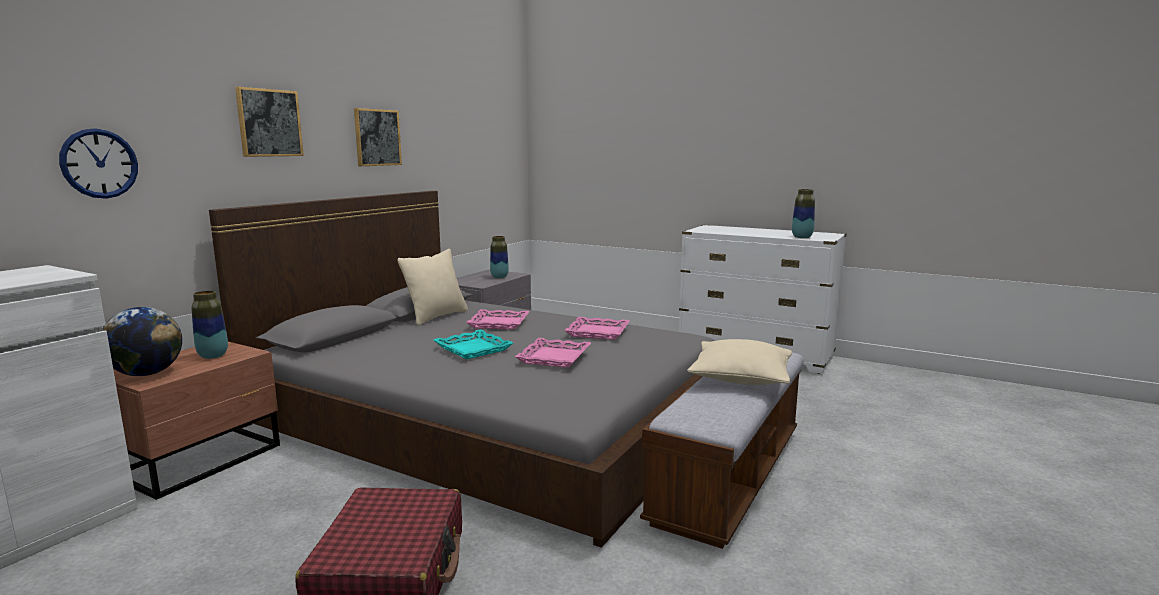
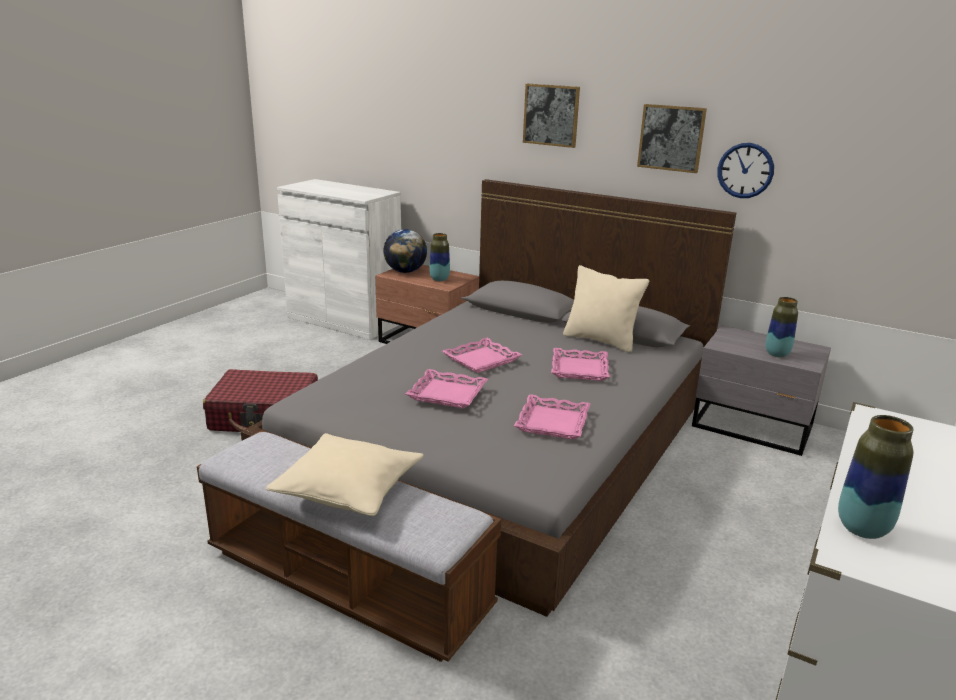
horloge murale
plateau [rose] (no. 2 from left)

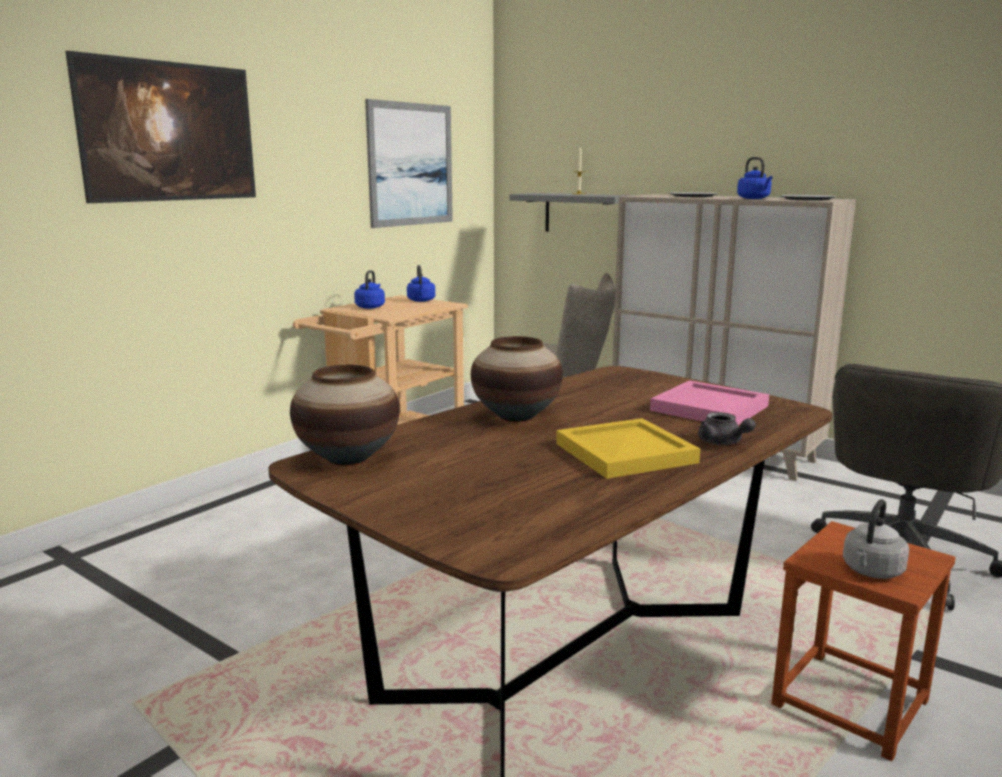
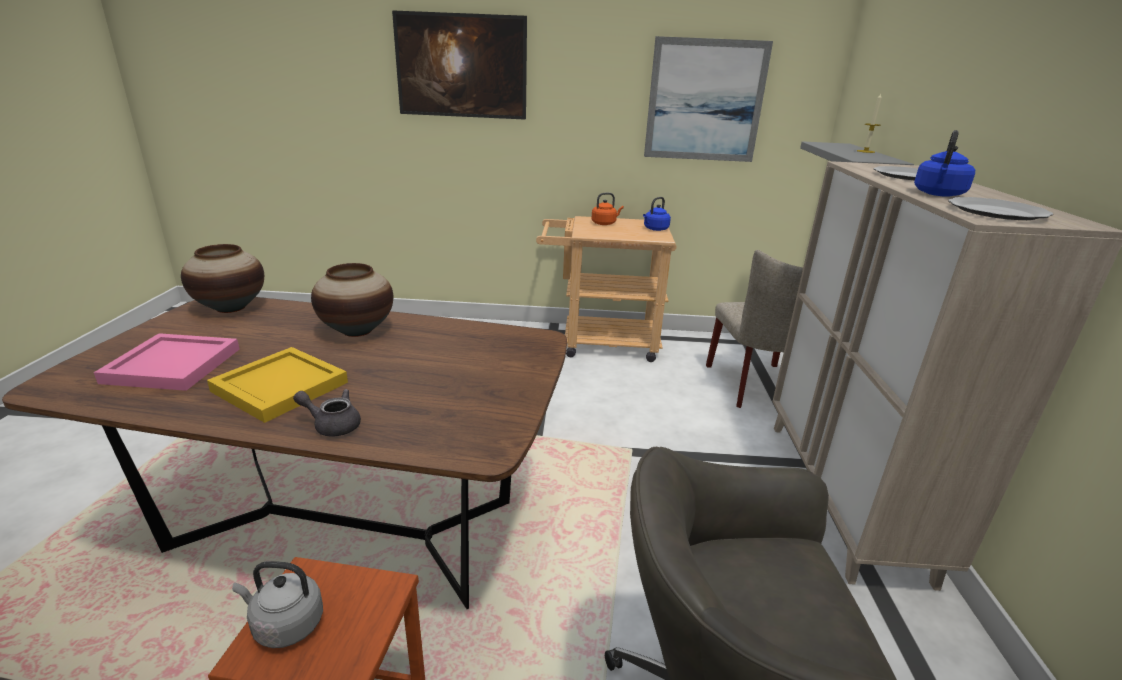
bouilloire [orange]
plateau [rose]
théière [gris]

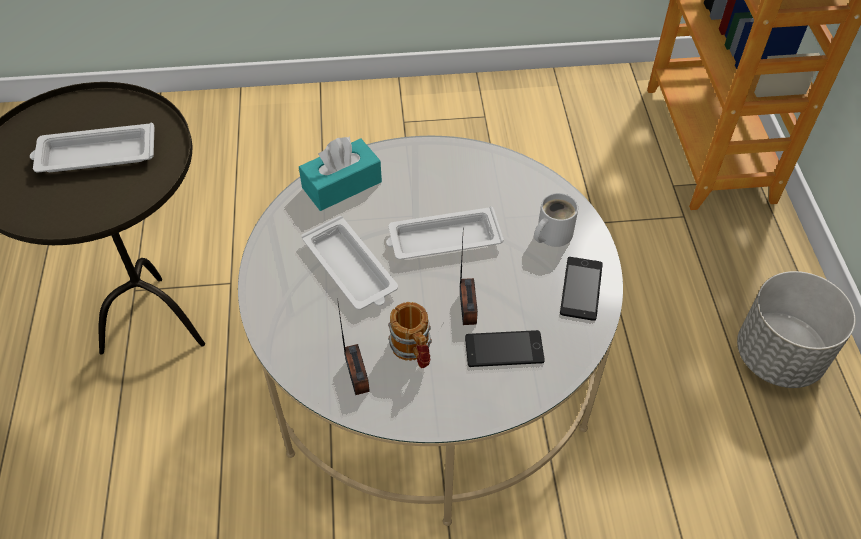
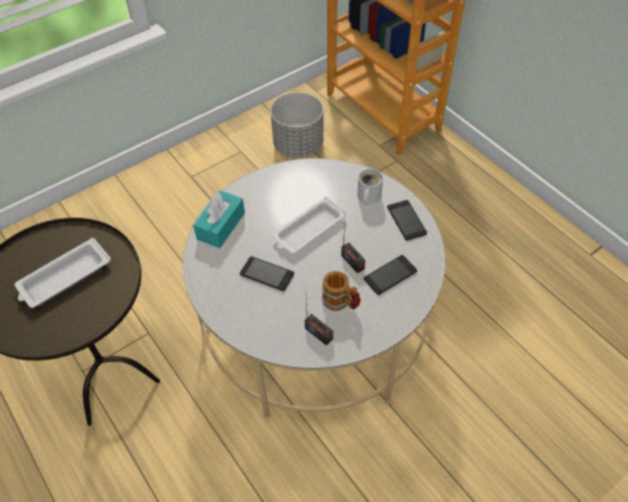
téléphone (no. 1 from left)
cache-pot [gris]

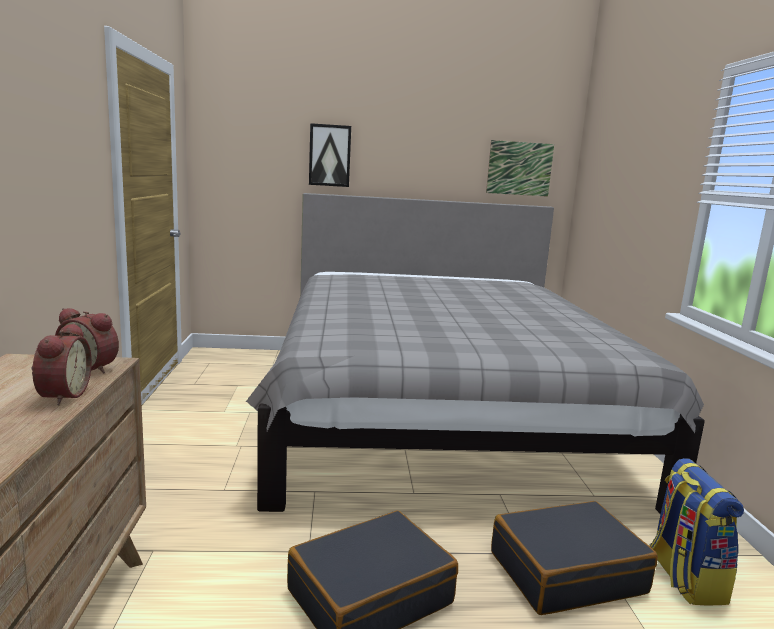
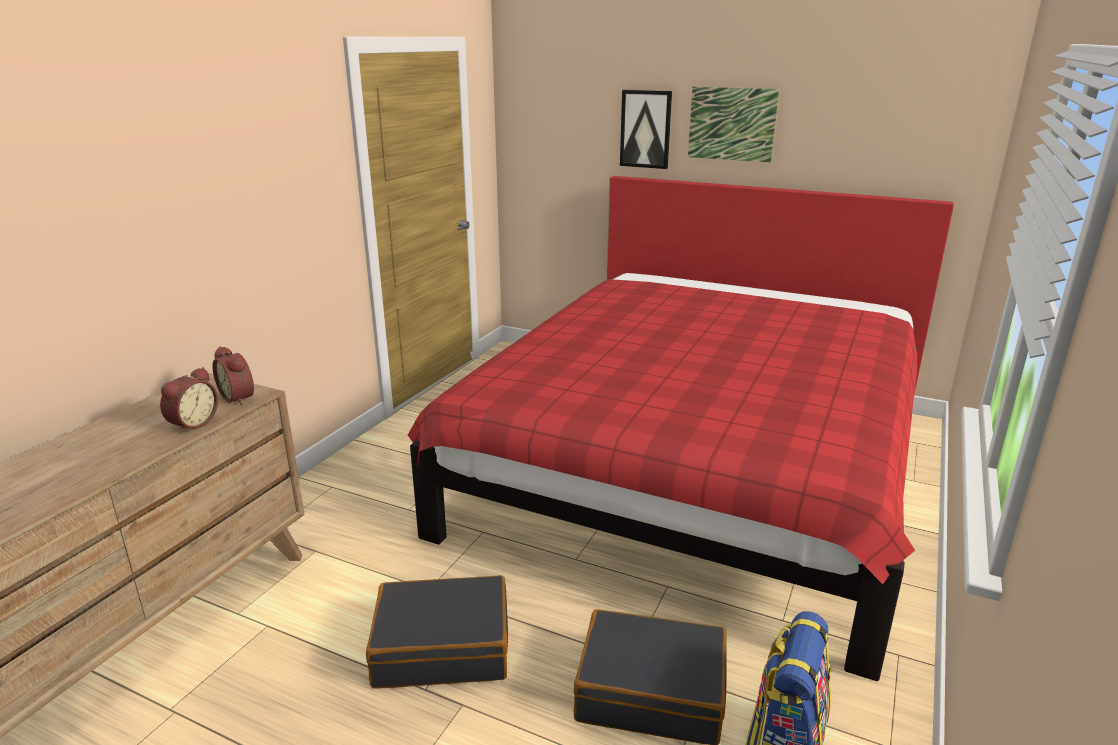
lit [rouge]
tableau (no. 2 from left)

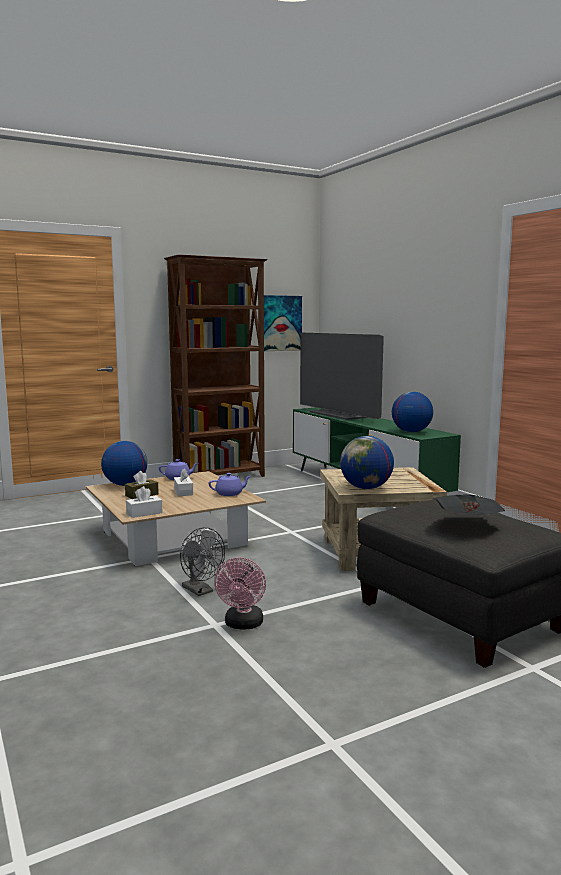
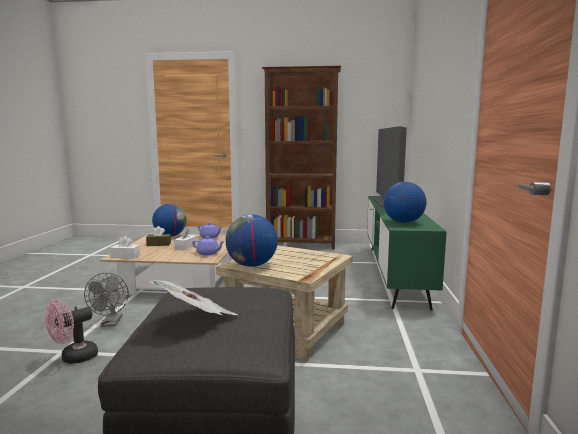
tableau

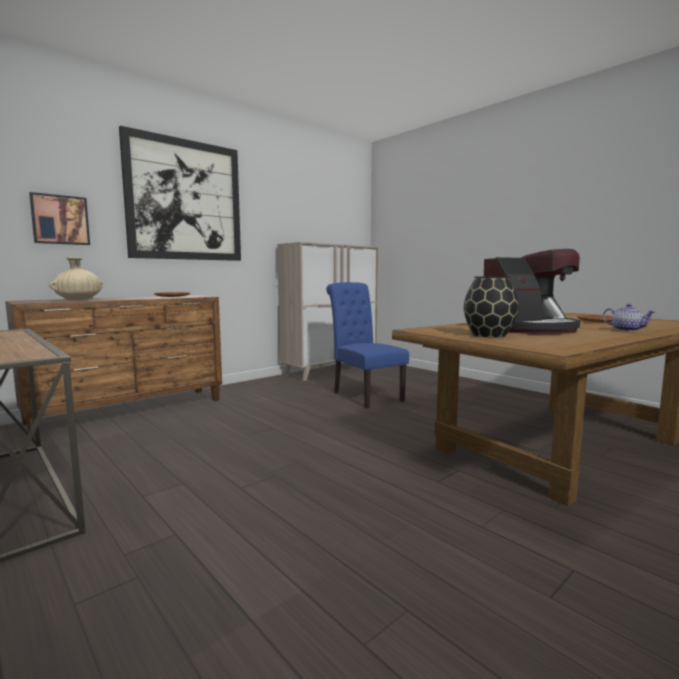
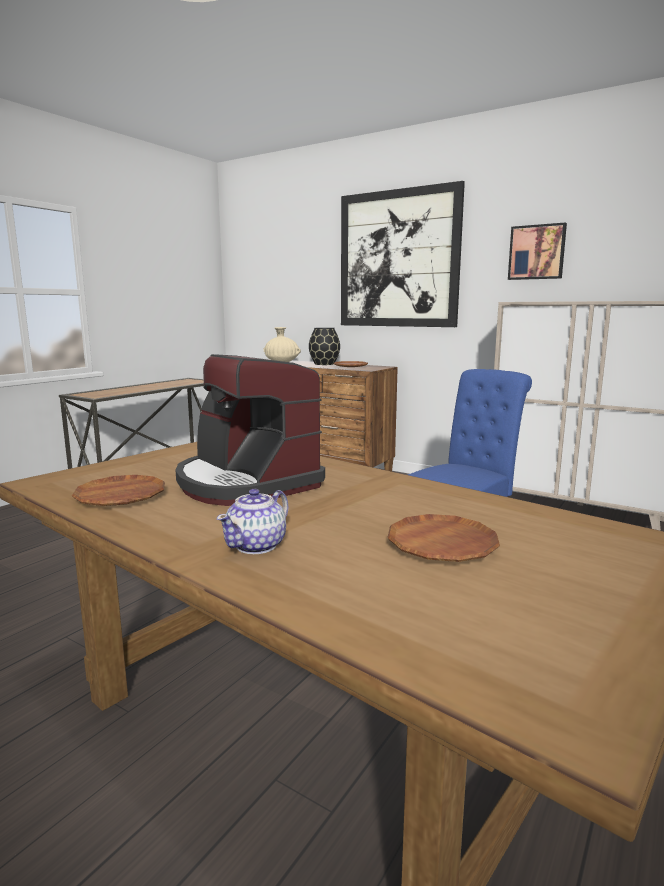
tableau (no. 2 from left)
vase [noir]
assiette [marron] (no. 1 from left)

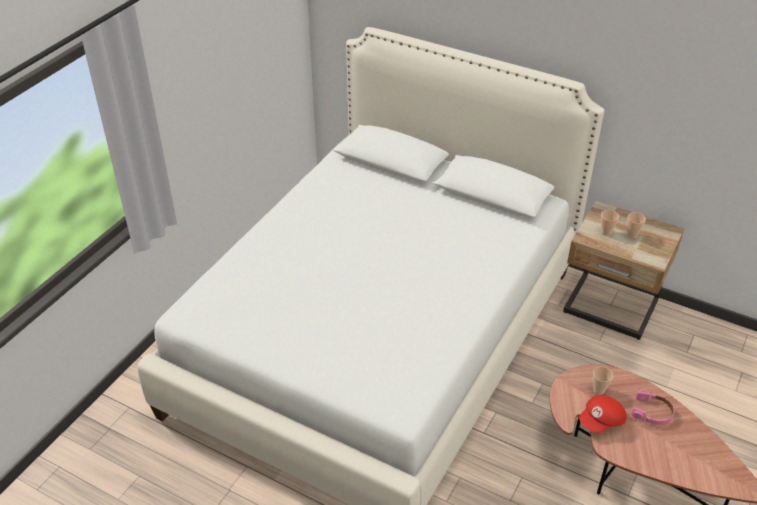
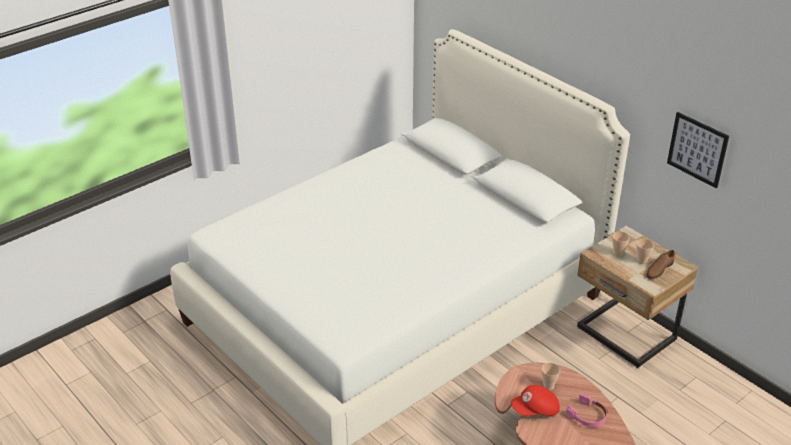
chaussure [marron]
tableau

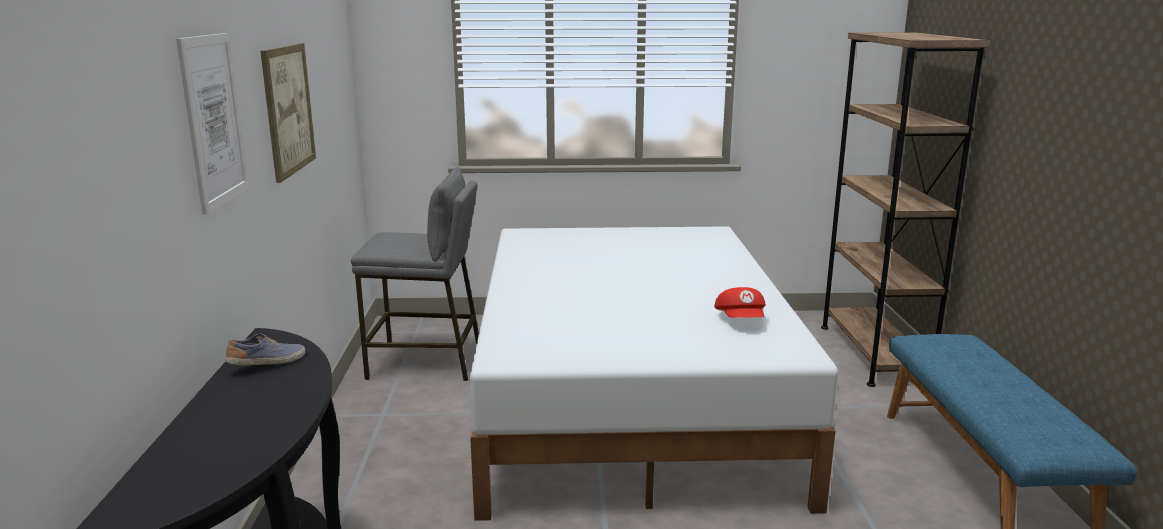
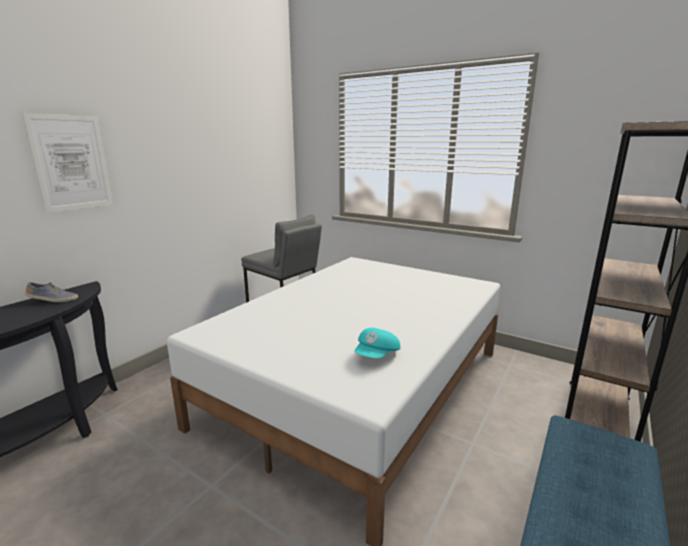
tableau (no. 2 from left in the first image)
casquette [turquoise]

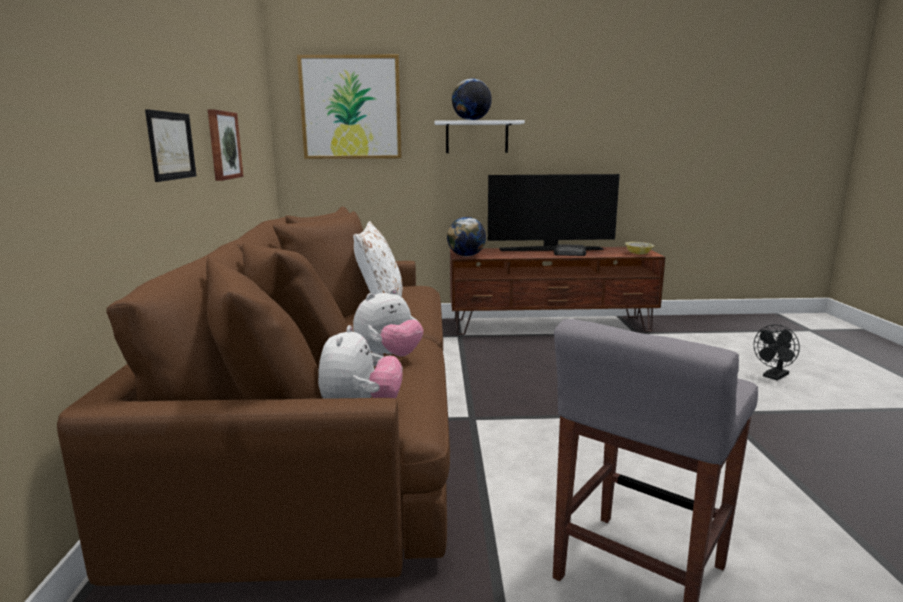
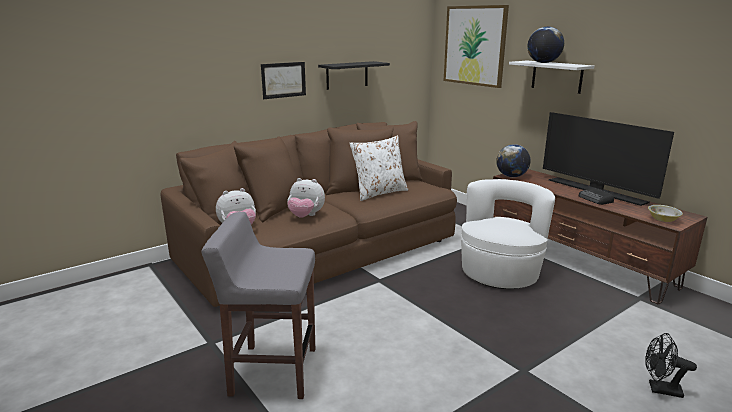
étagère [noir]
fauteuil [blanc]

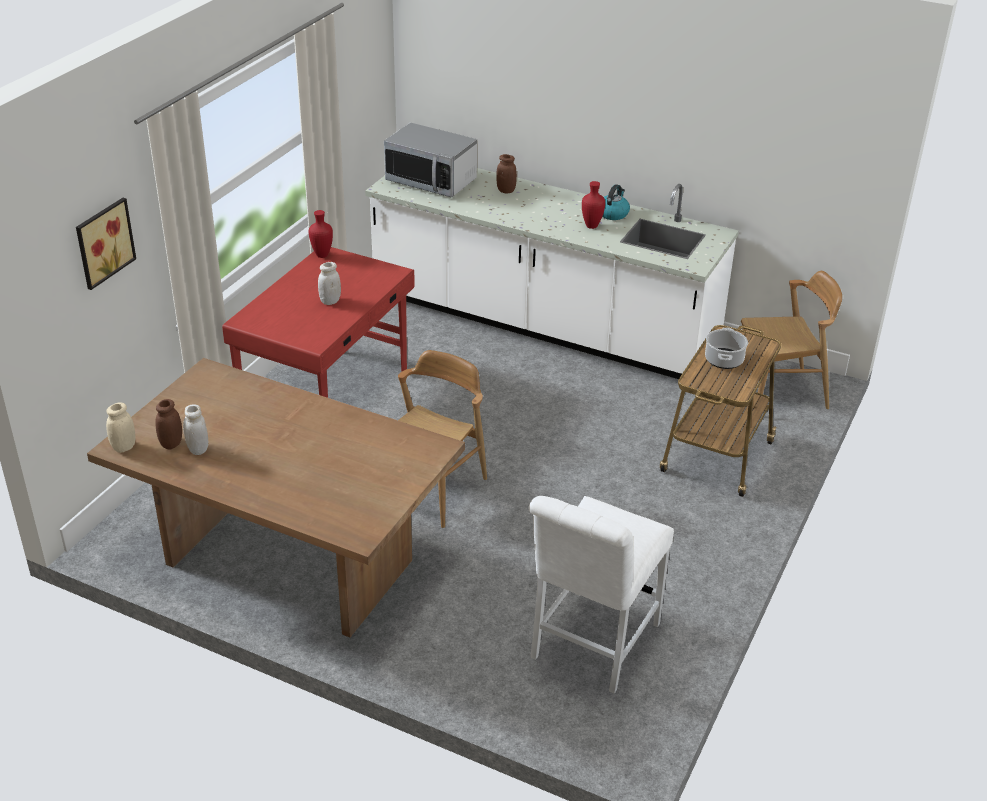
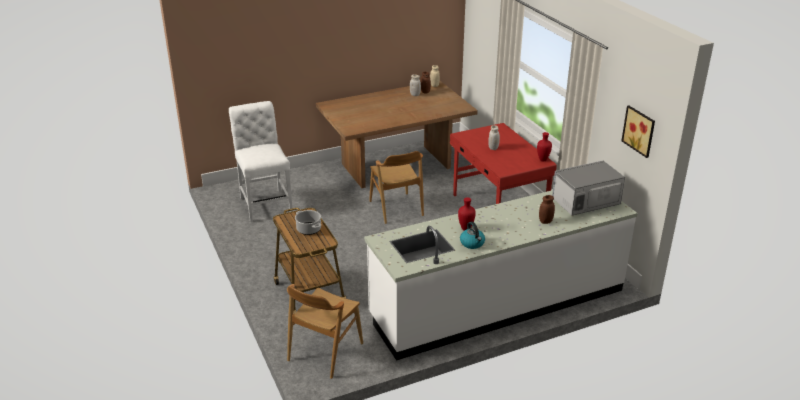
tableau

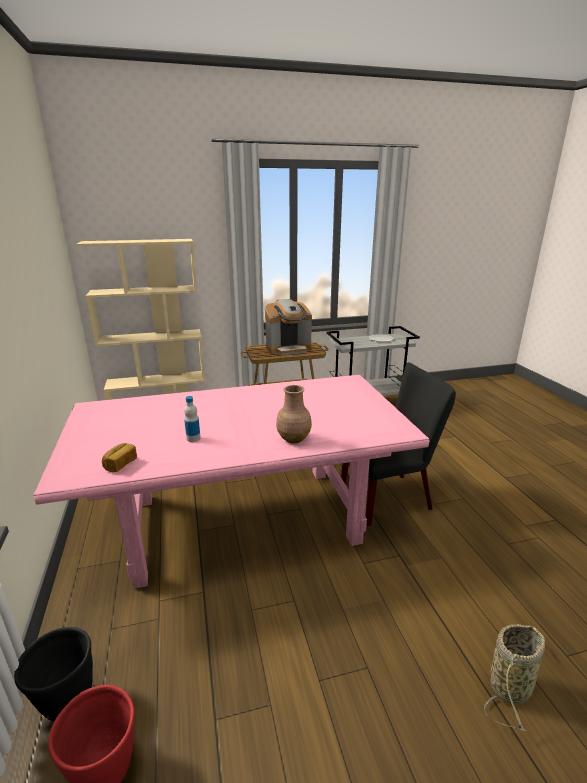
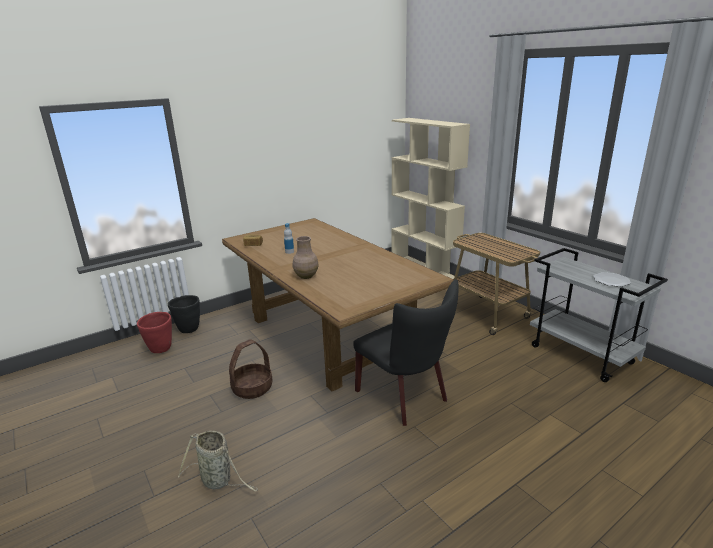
table à manger [marron]
machine à café
panier (no. 2 from left)

